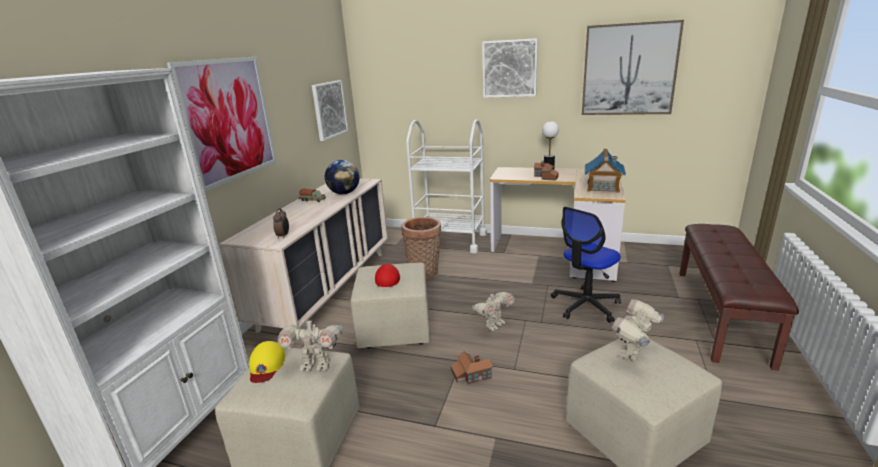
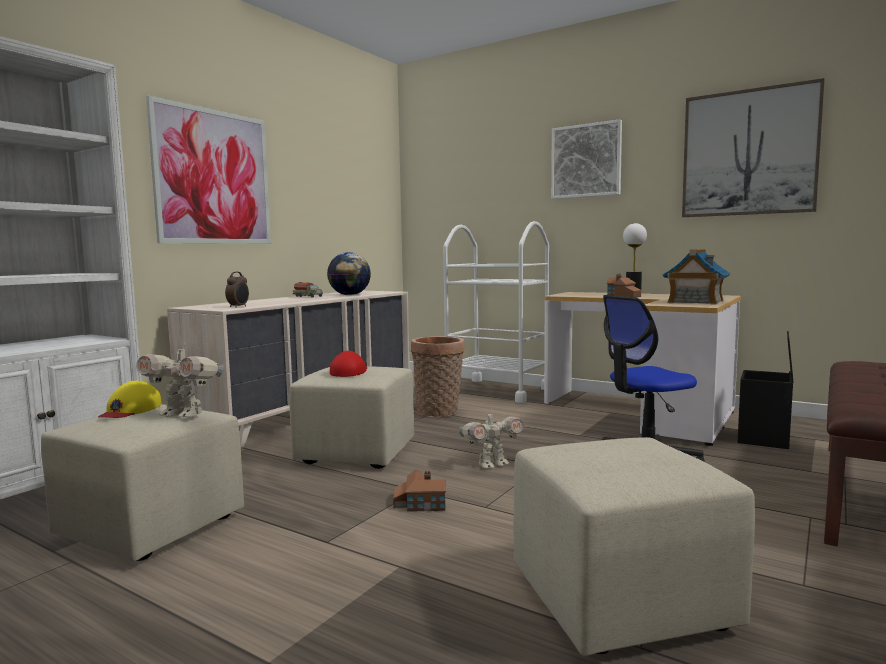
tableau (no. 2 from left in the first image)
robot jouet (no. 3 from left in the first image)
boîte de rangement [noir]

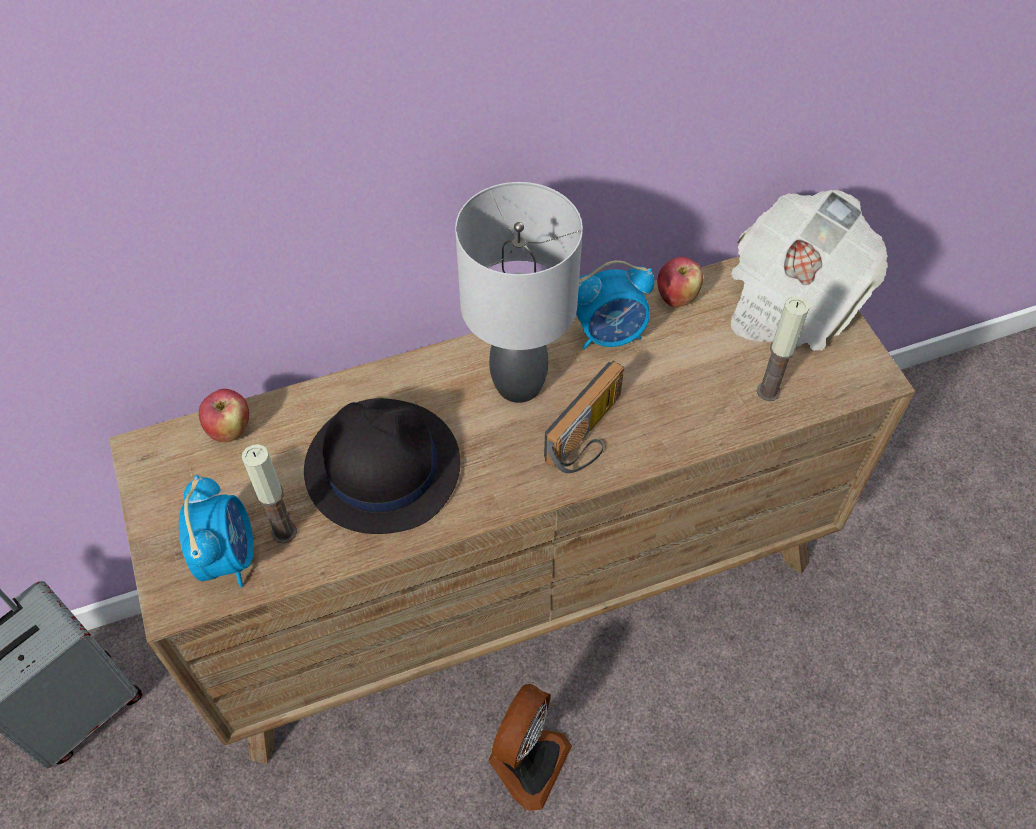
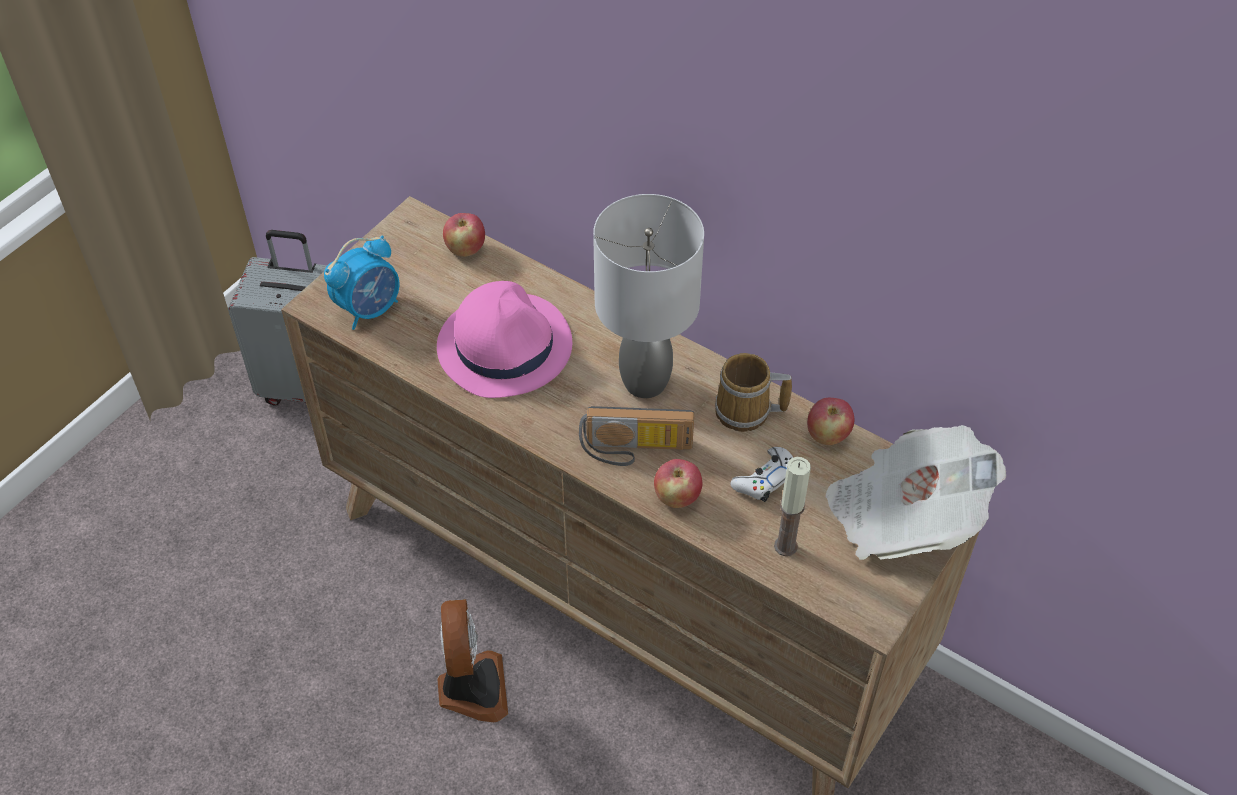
bougie (no. 1 from left in the first image)
chapeau [rose]
ventilateur
mug
pomme (no. 2 from left)
manette [blanc]

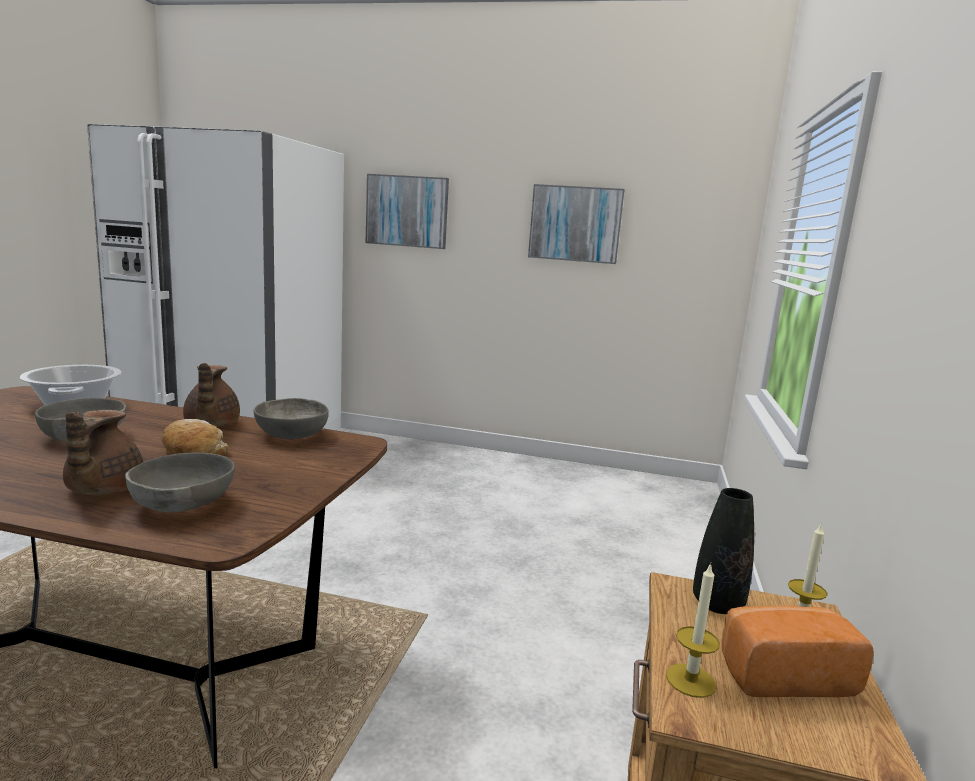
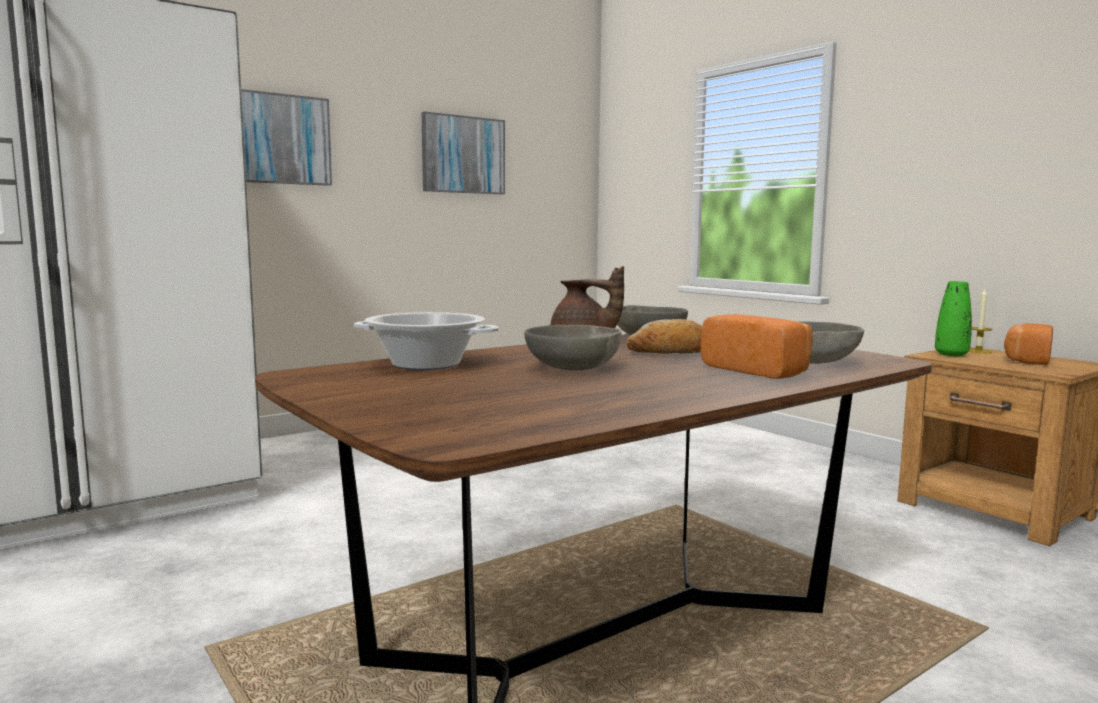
pain (no. 2 from left)
bougie (no. 1 from left in the first image)
vase [vert]

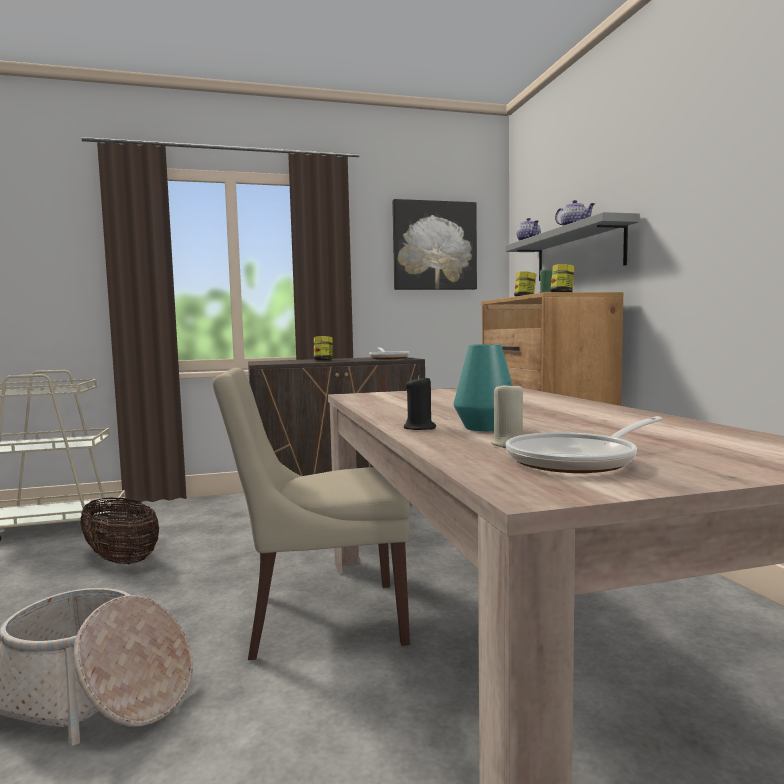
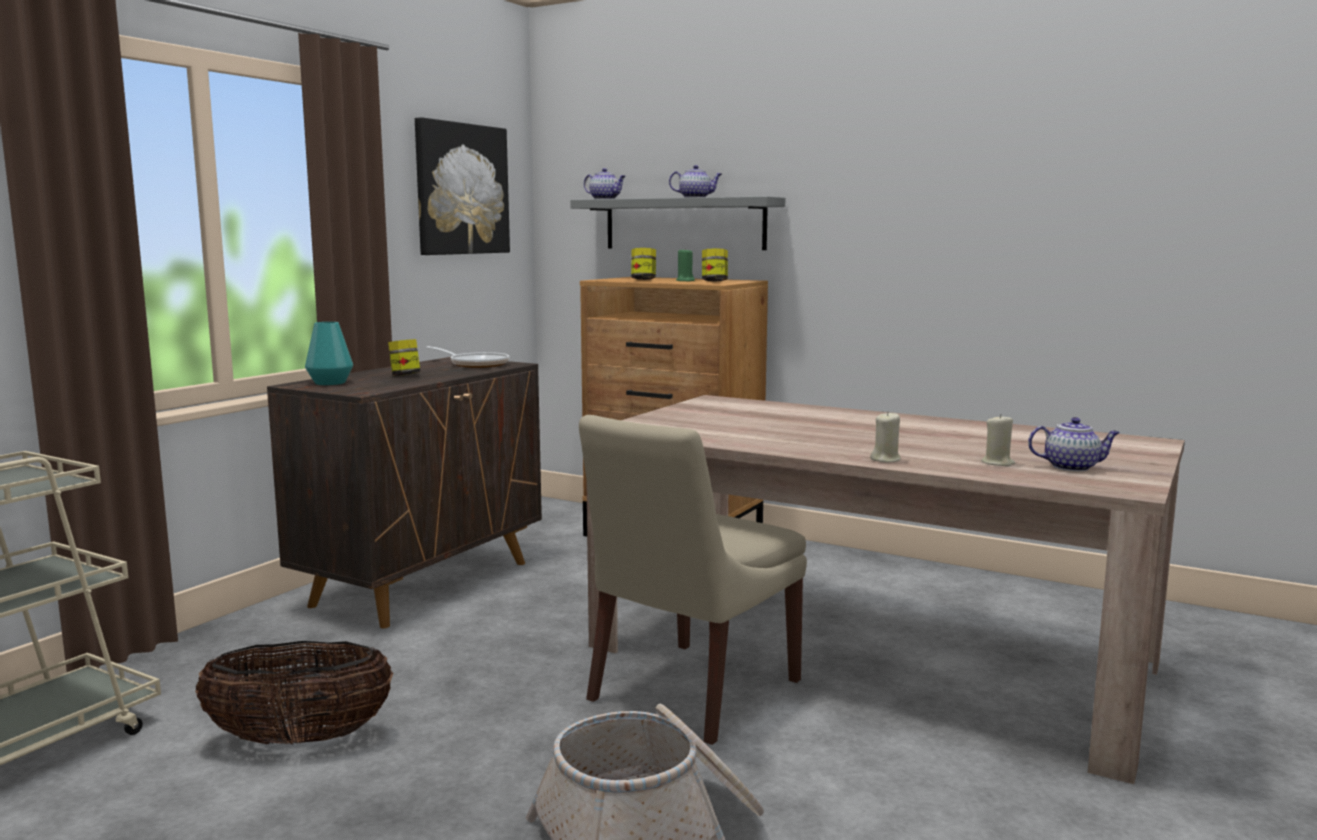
bougie [beige] (no. 1 from left)
vase [turquoise]
théière (no. 3 from left)

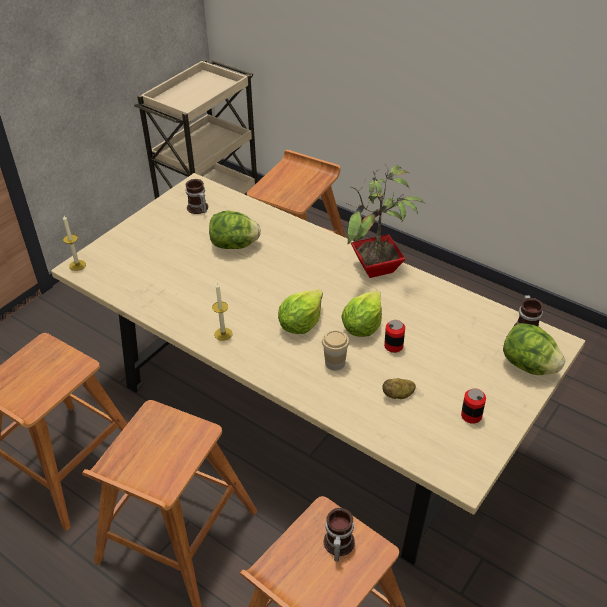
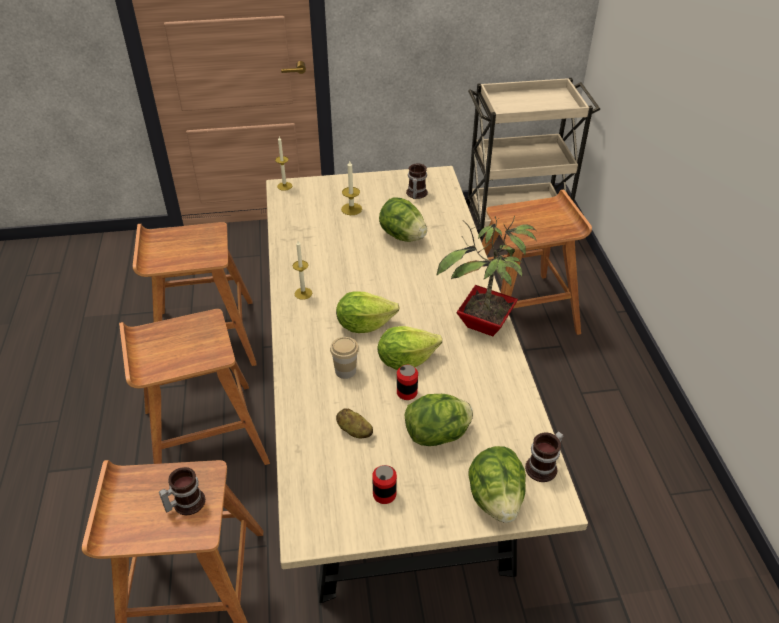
bougie (no. 3 from left)
laitue (no. 4 from left)

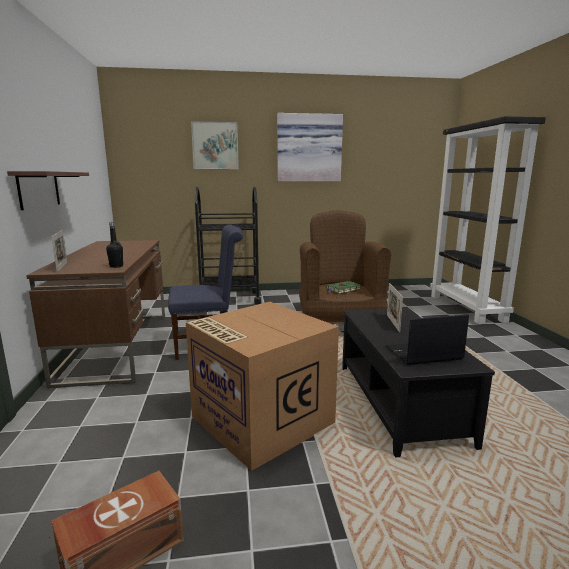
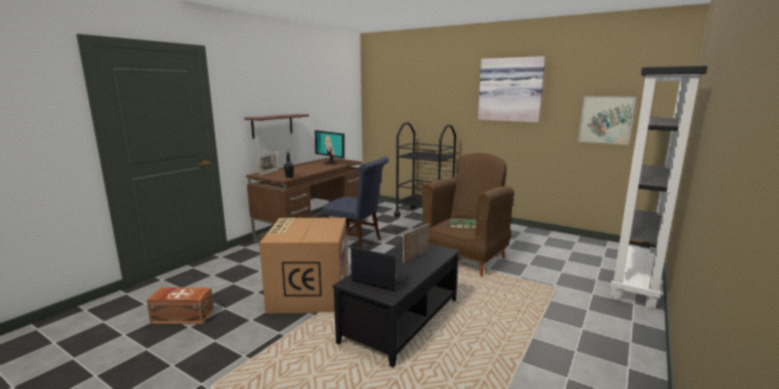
tableau (no. 2 from left)
écran d'ordinateur

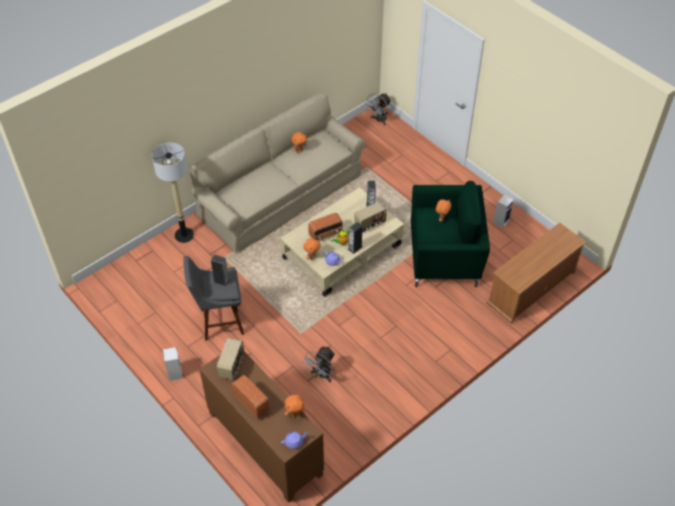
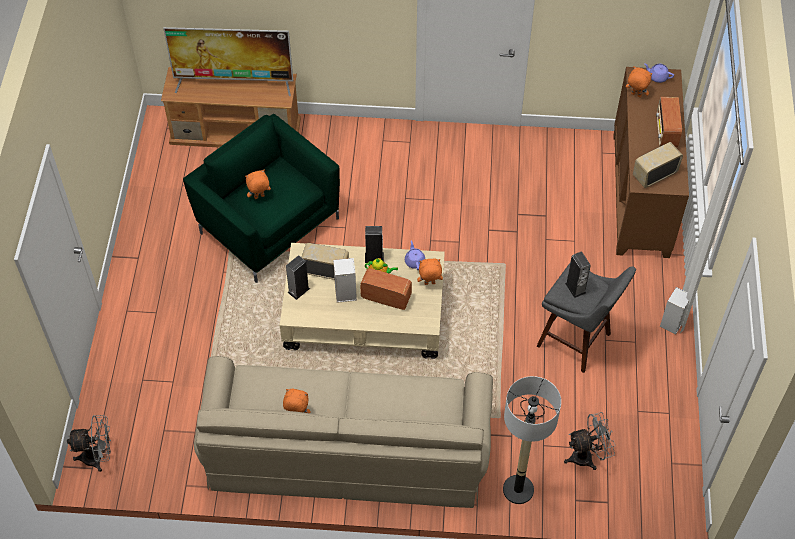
ventilateur [gris] (no. 2 from left)
enceinte (no. 2 from left)
téléviseur

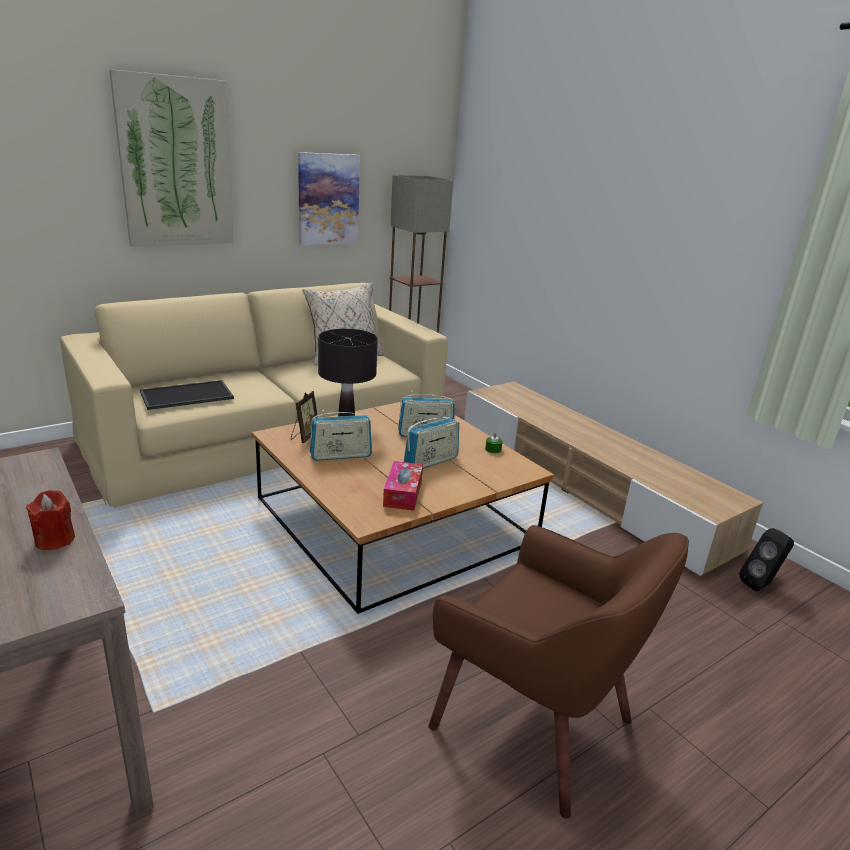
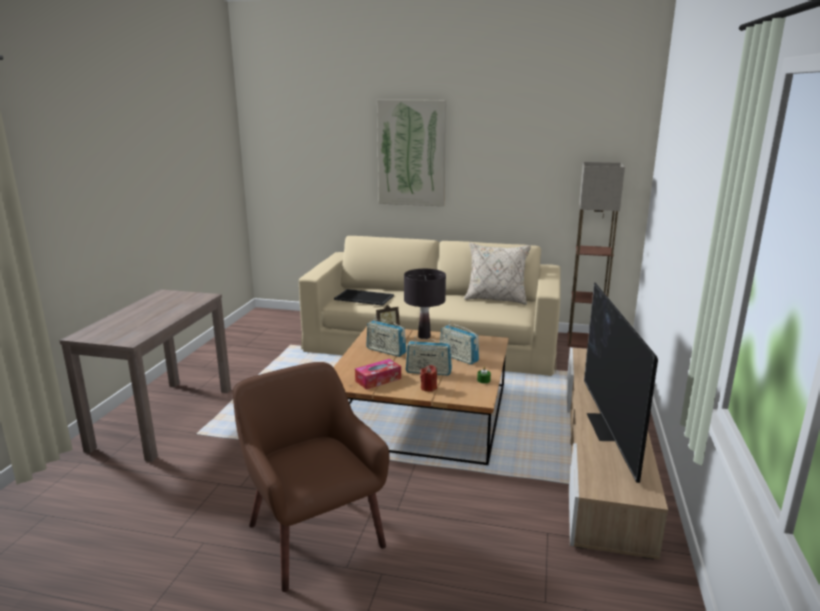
bougie [rouge]
tableau (no. 2 from left in the first image)
fauteuil [marron]
enceinte [noir]
téléviseur

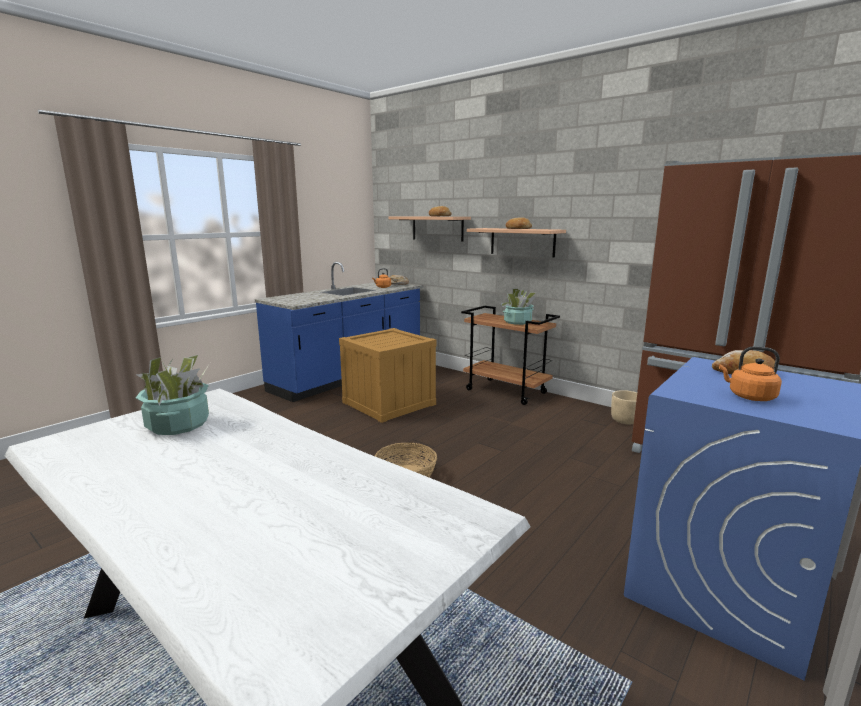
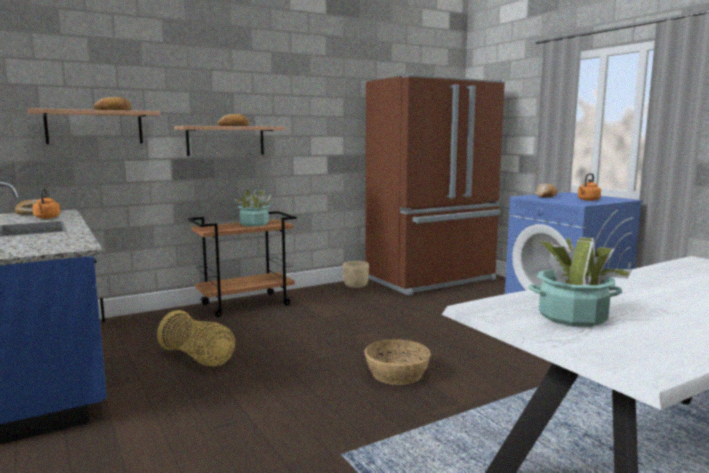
panier (no. 1 from left)

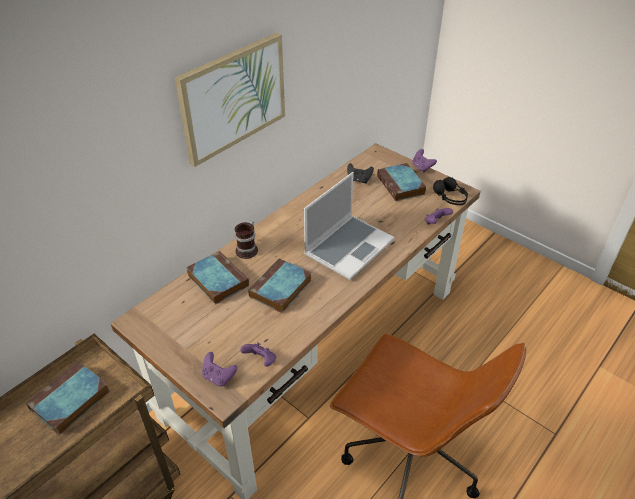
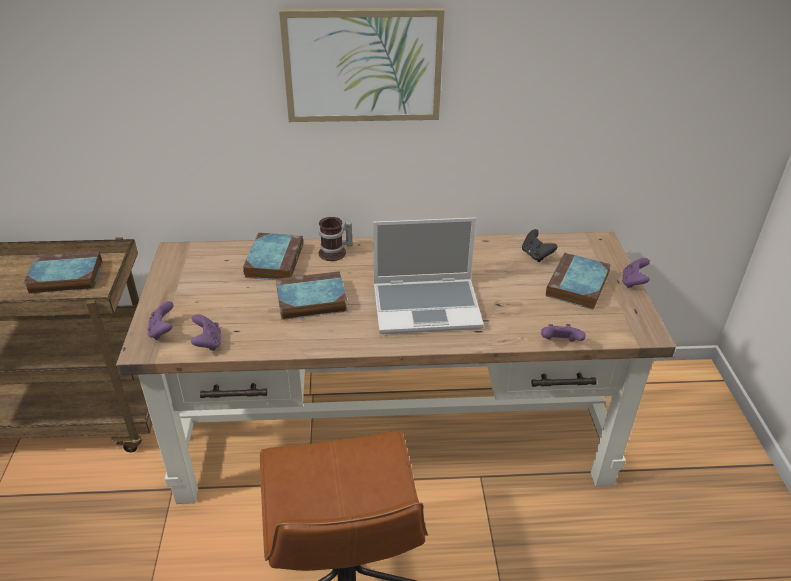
casque audio [noir]

